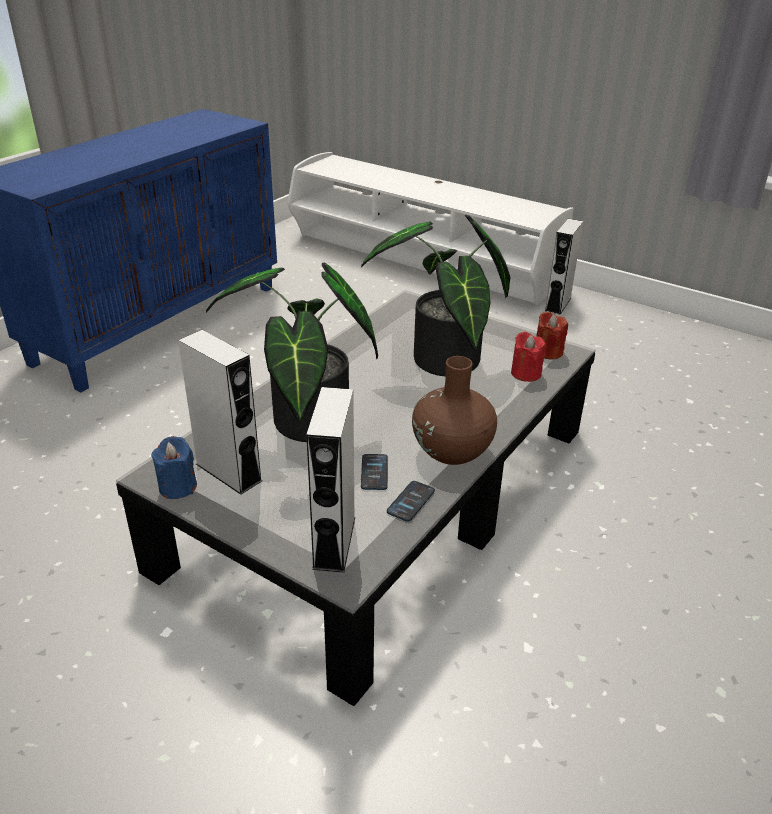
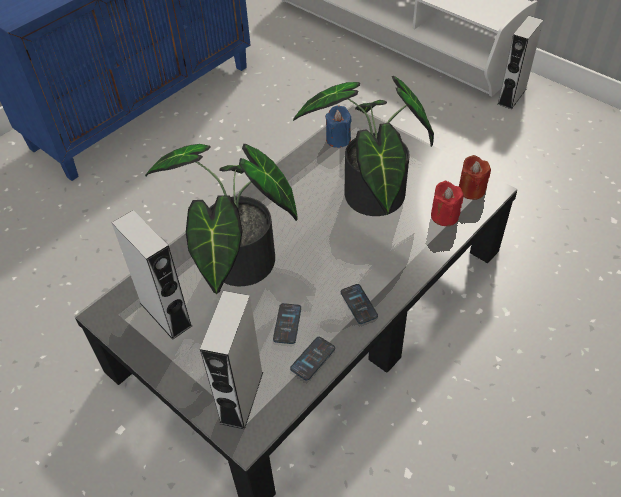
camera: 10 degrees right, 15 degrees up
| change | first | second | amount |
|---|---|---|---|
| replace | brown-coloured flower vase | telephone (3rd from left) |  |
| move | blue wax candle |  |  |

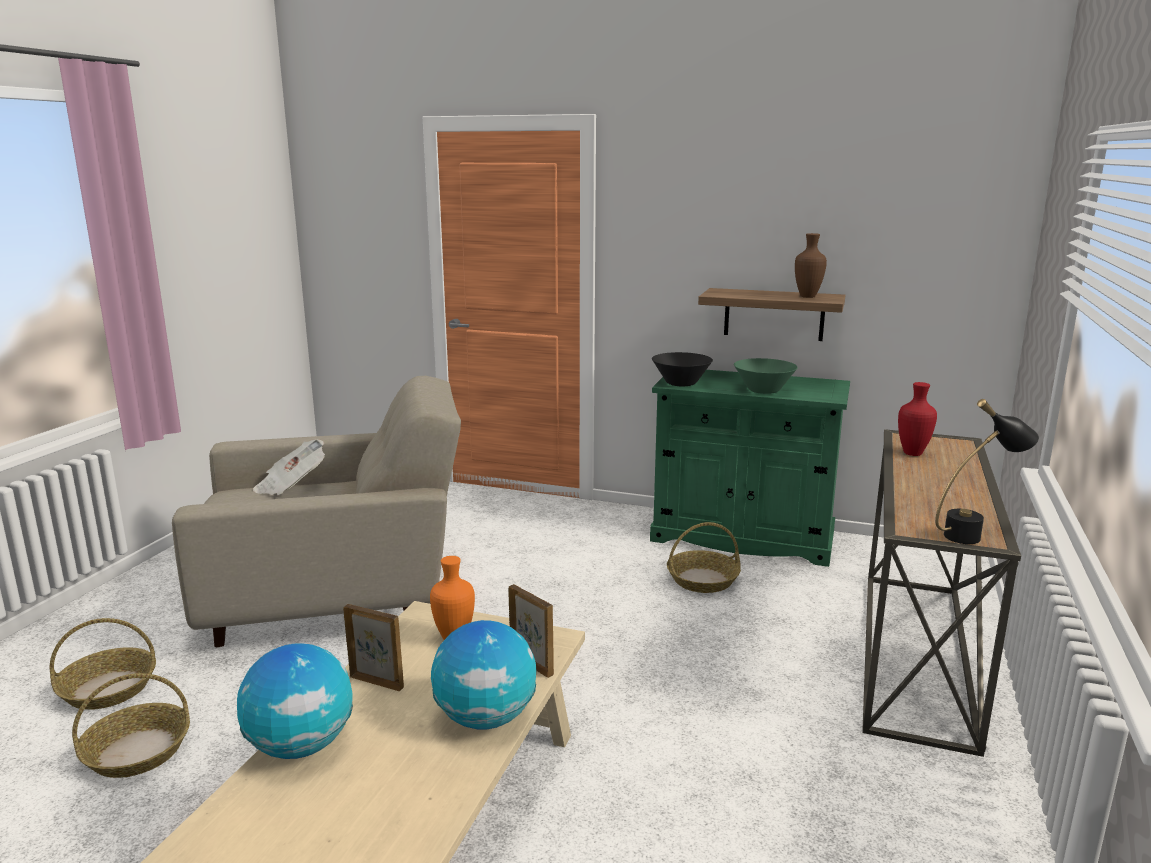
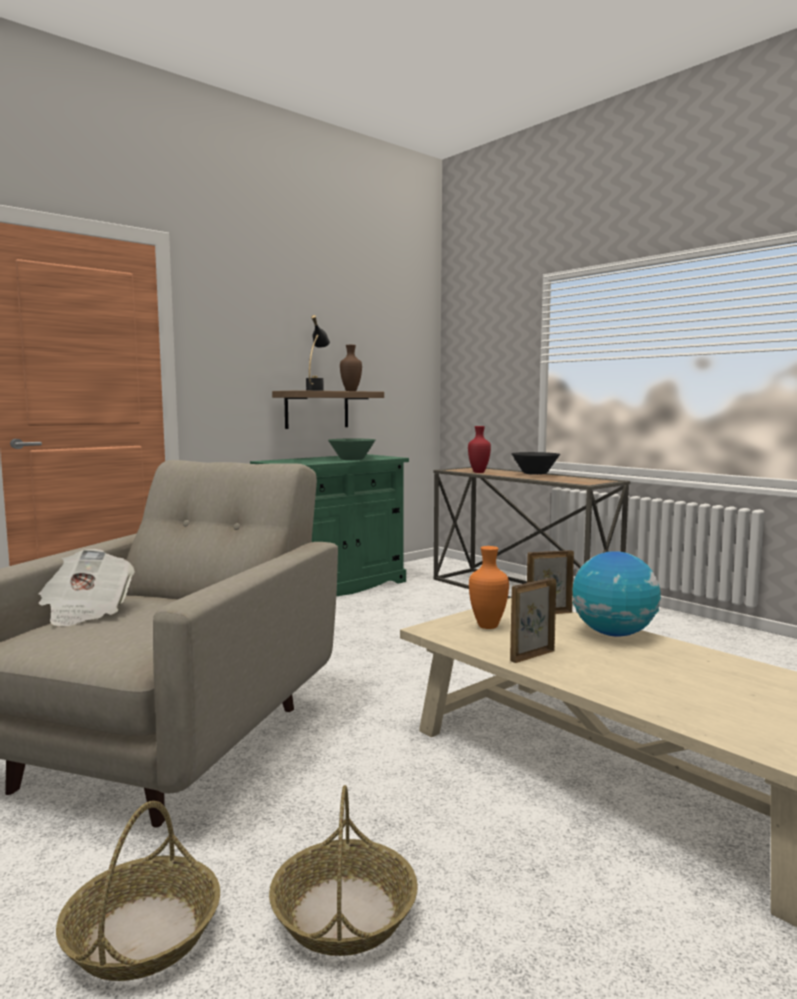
camera: 60 degrees left, 10 degrees down
| change | first | second | amount |
|---|---|---|---|
| move | black-coloured serving bowl |  |  |
| move | black-coloured lamp for a table |  |  |
| delete | storage basket (3rd from left) |  |  |
| delete | desk globe (1st from left) |  |  |

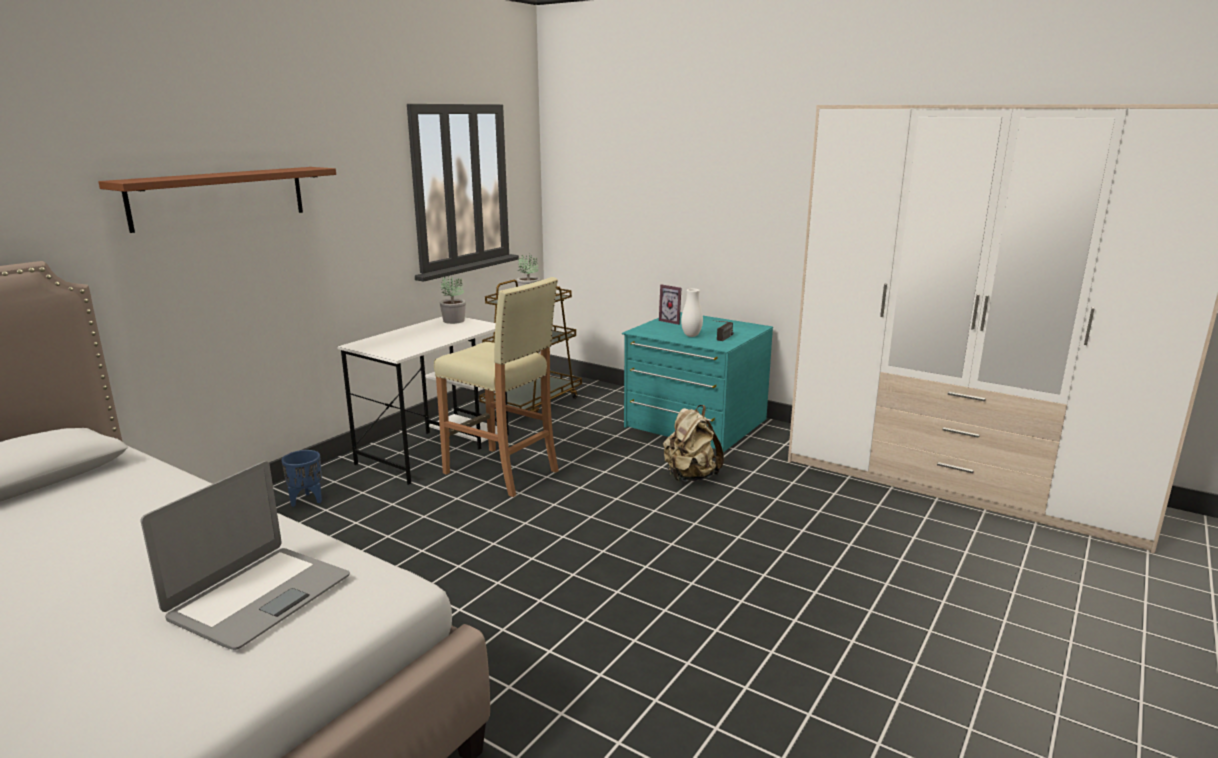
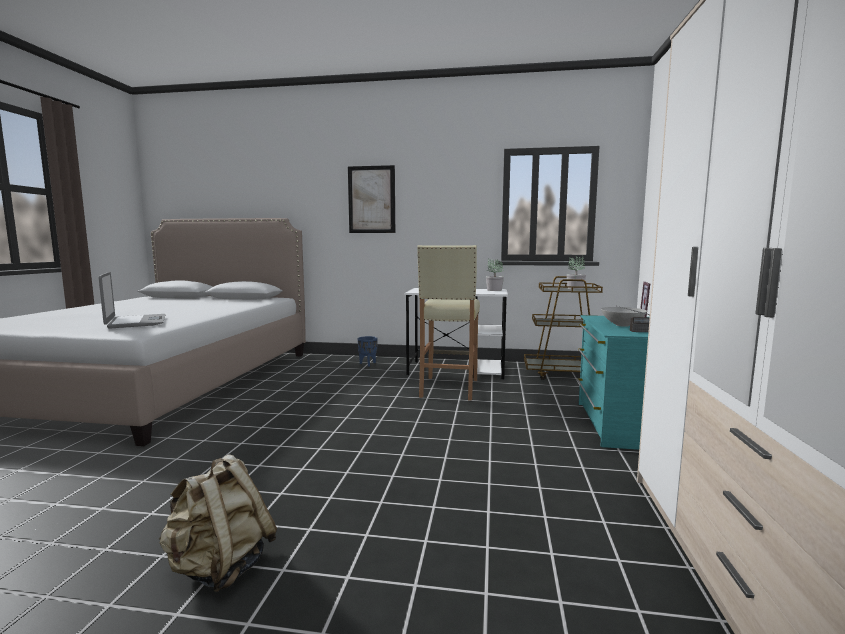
camera: 65 degrees right, 10 degrees down
| change | first | second | amount |
|---|---|---|---|
| replace | brown-coloured shelf | wall art |  |
| replace | whitish flower vase | gray serving bowl |  |
| move | beige-coloured rucksack |  |  |
| rotate | notebook computer |  | 120 degrees counterclockwise |

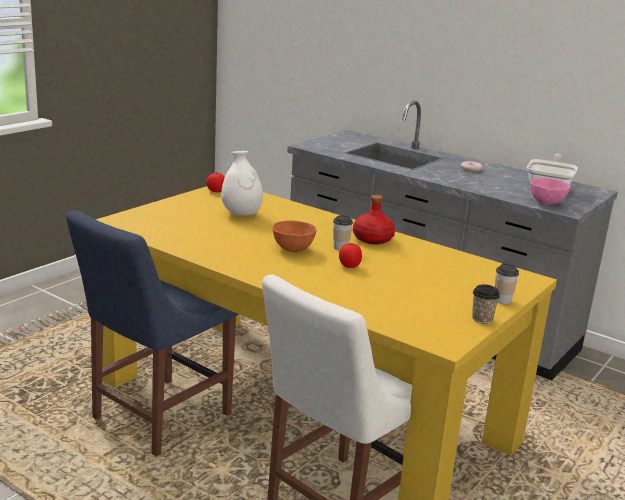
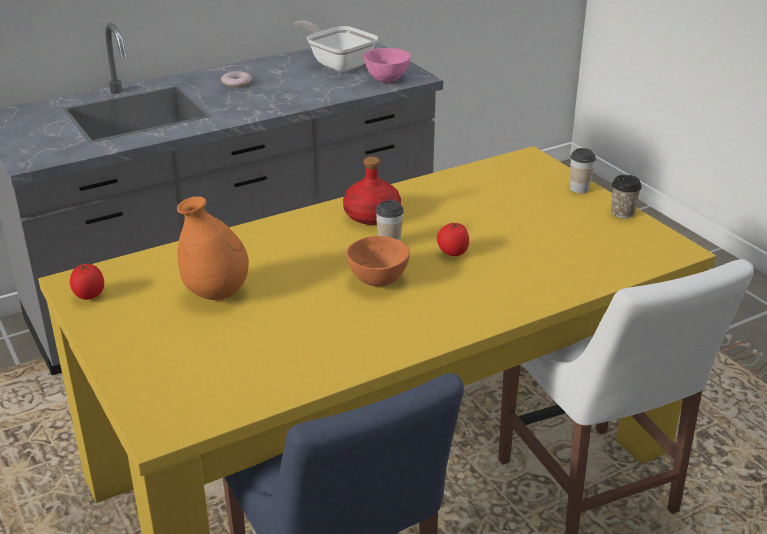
camera: 65 degrees left, 10 degrees up
| change | first | second | amount |
|---|---|---|---|
| recolor | whitish flower vase | orangey flower vase |  |

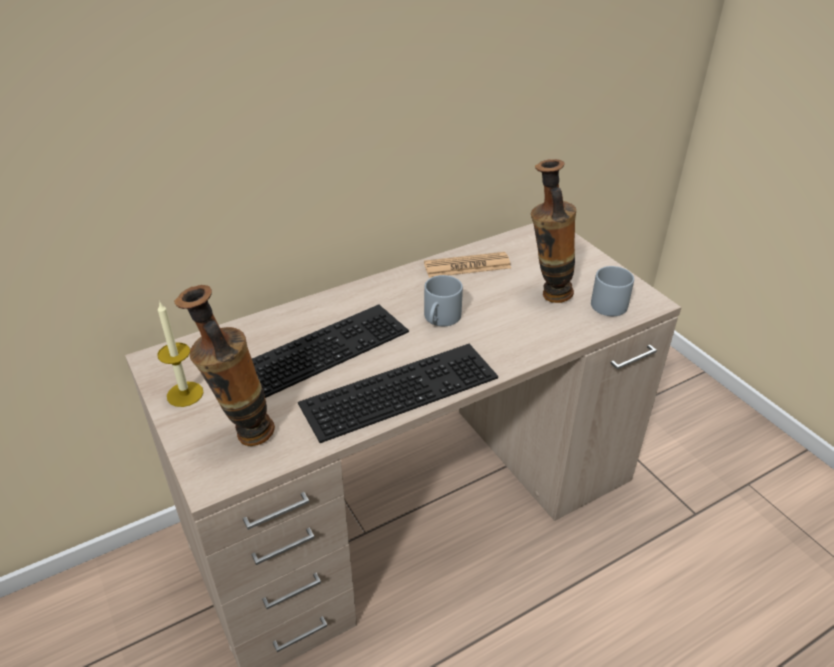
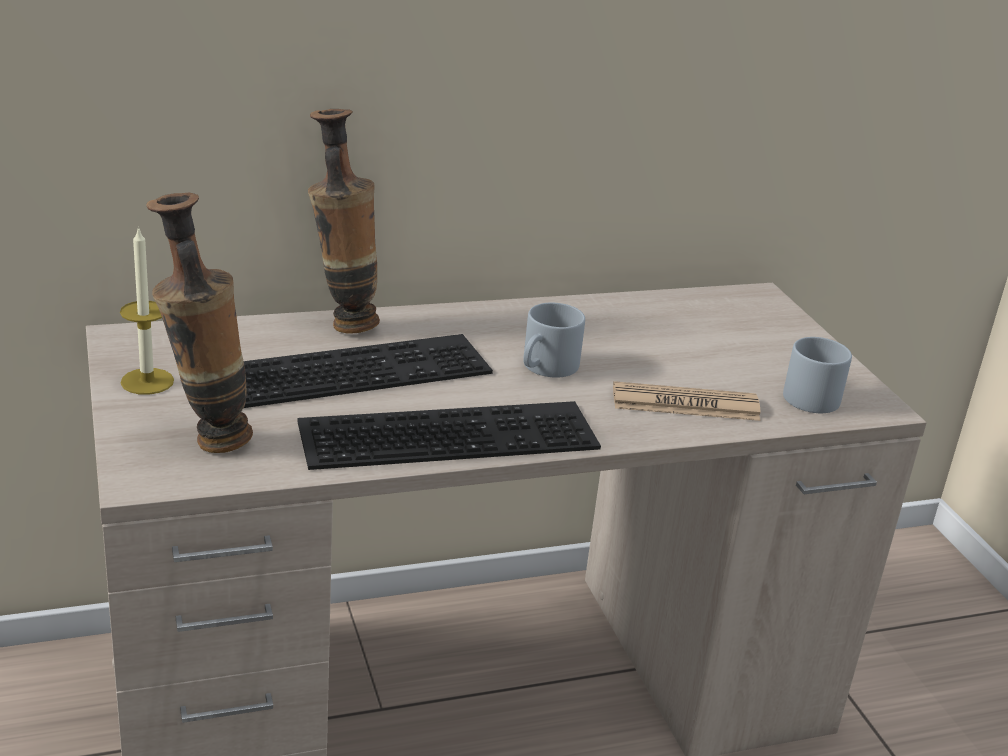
camera: 10 degrees right, 10 degrees down
| change | first | second | amount |
|---|---|---|---|
| move | flower vase (2nd from left) |  |  |
| move | daily paper |  |  |

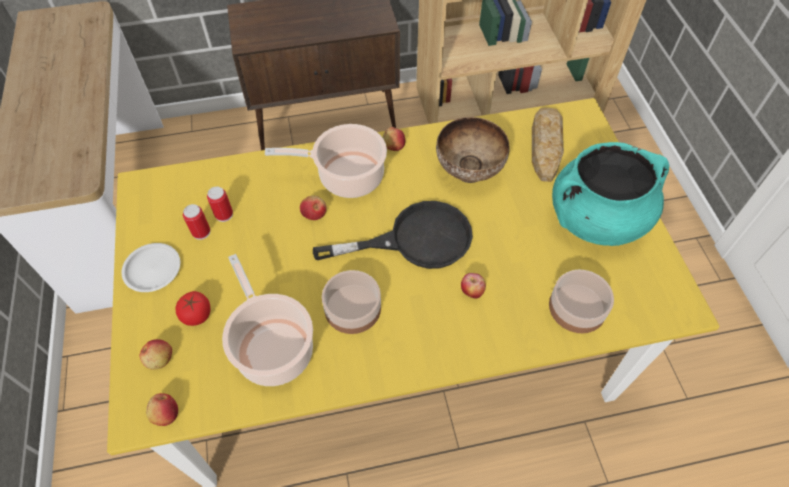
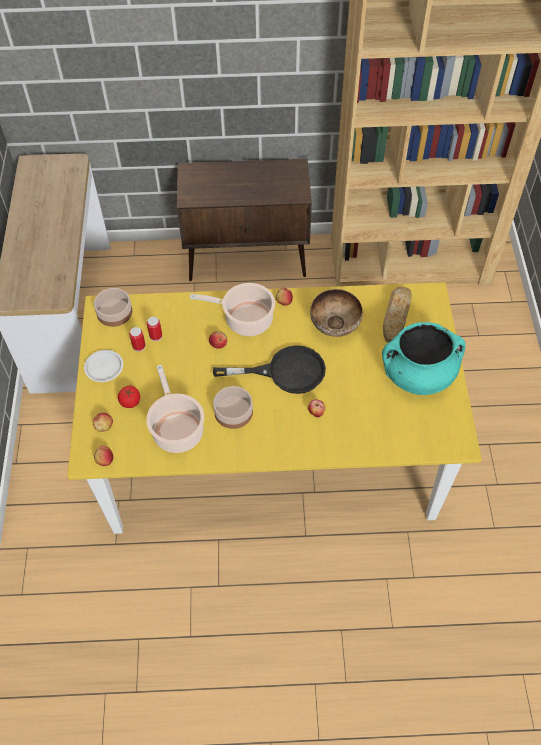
camera: 10 degrees right, 0 degrees up
| change | first | second | amount |
|---|---|---|---|
| move | serving bowl (3rd from left in the first image) | serving bowl (1st from left) |  |

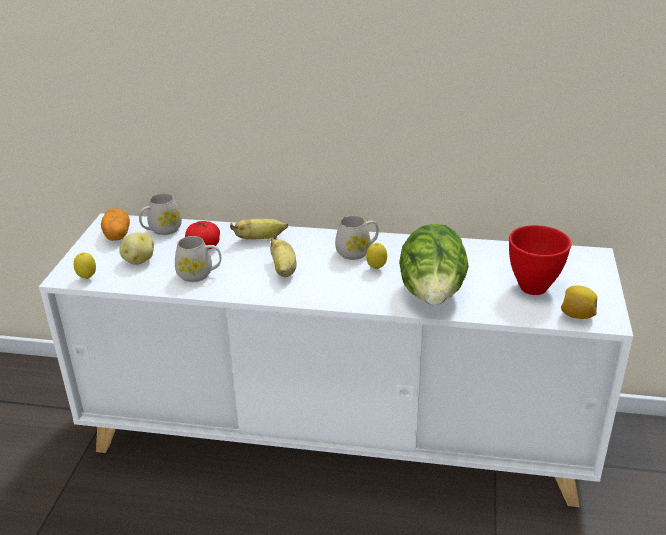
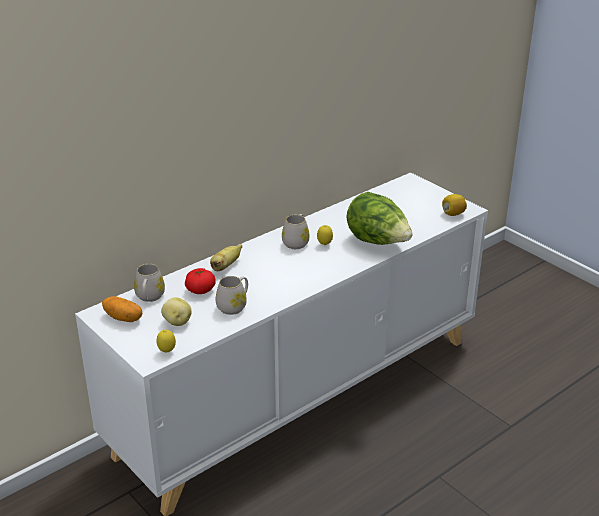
camera: 50 degrees left, 0 degrees up
| change | first | second | amount |
|---|---|---|---|
| delete | reddish serving bowl |  |  |
| delete | banana (2nd from left) |  |  |

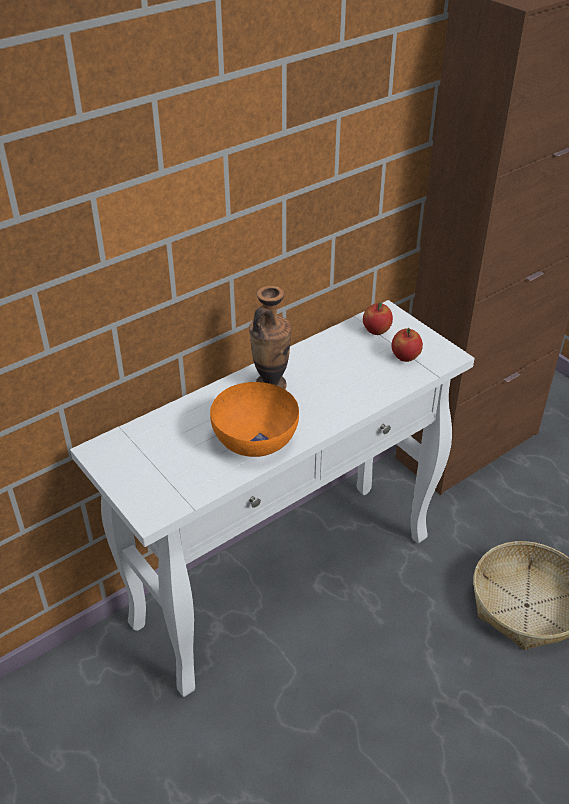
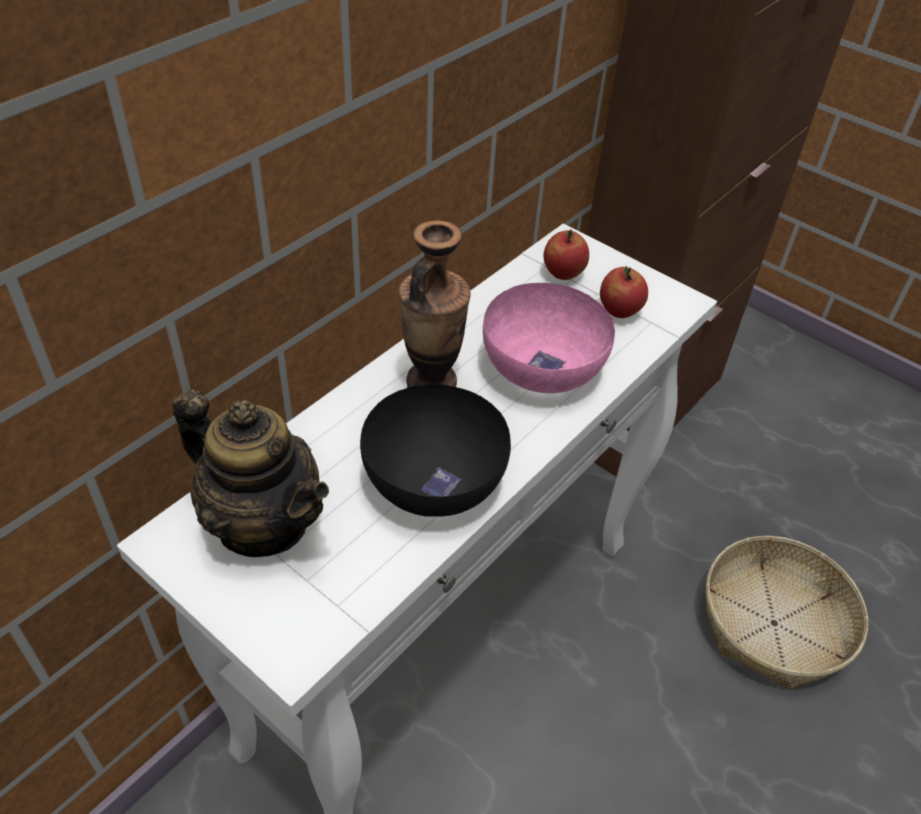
camera: 15 degrees left, 5 degrees up
| change | first | second | amount |
|---|---|---|---|
| recolor | orangey serving bowl | black-coloured serving bowl |  |
| insert |  | pink serving bowl |  |
| insert |  | tea pot |  |

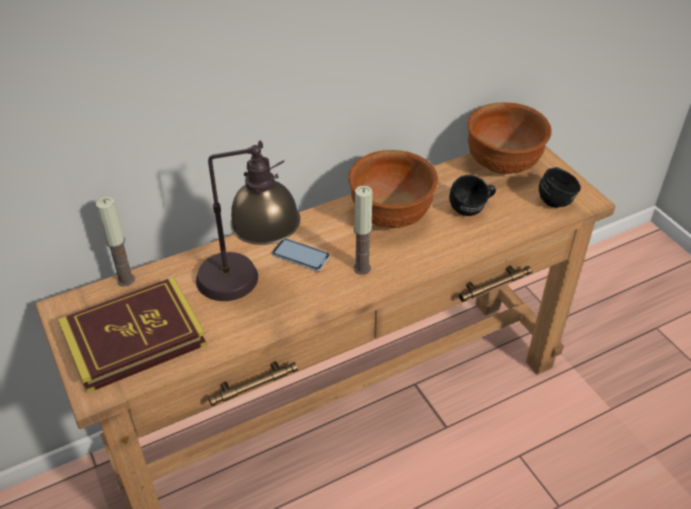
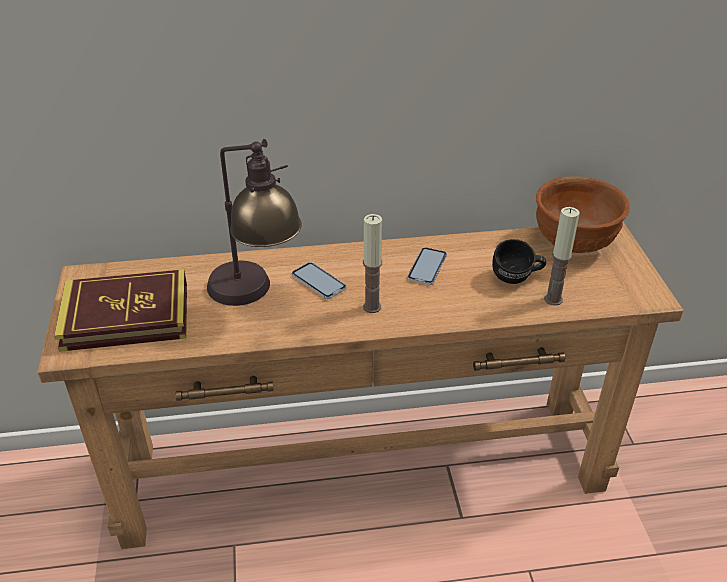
camera: 20 degrees right, 5 degrees down
| change | first | second | amount |
|---|---|---|---|
| replace | brown-coloured serving bowl (1st from left) | telephone (2nd from left) |  |
| delete | black-coloured coffee mug (2nd from left) |  |  |
| move | wax candle (1st from left in the first image) | wax candle (2nd from left) |  |

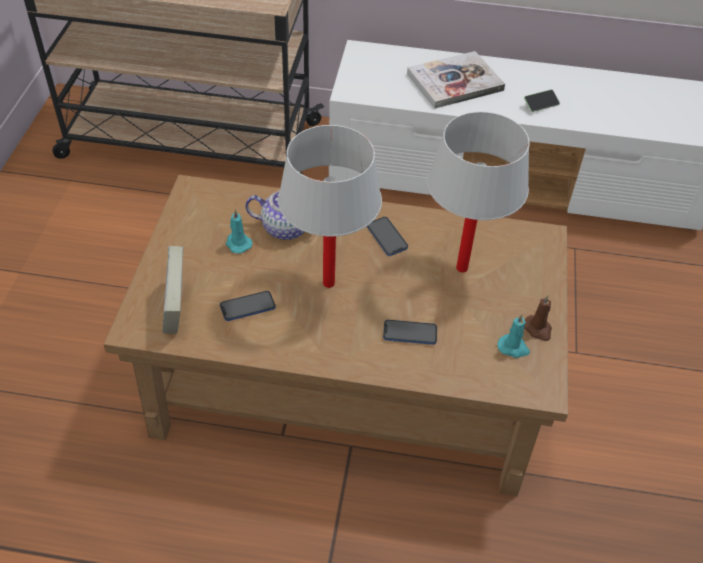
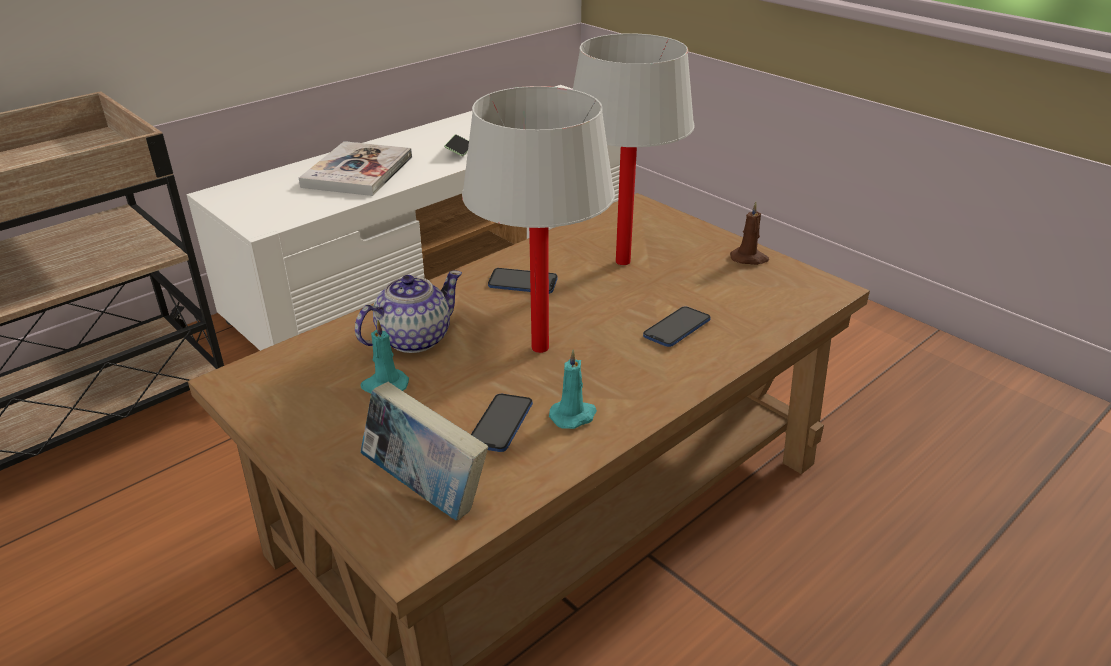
camera: 50 degrees left, 15 degrees down
| change | first | second | amount |
|---|---|---|---|
| move | blue-green wax candle (2nd from left) |  |  |

